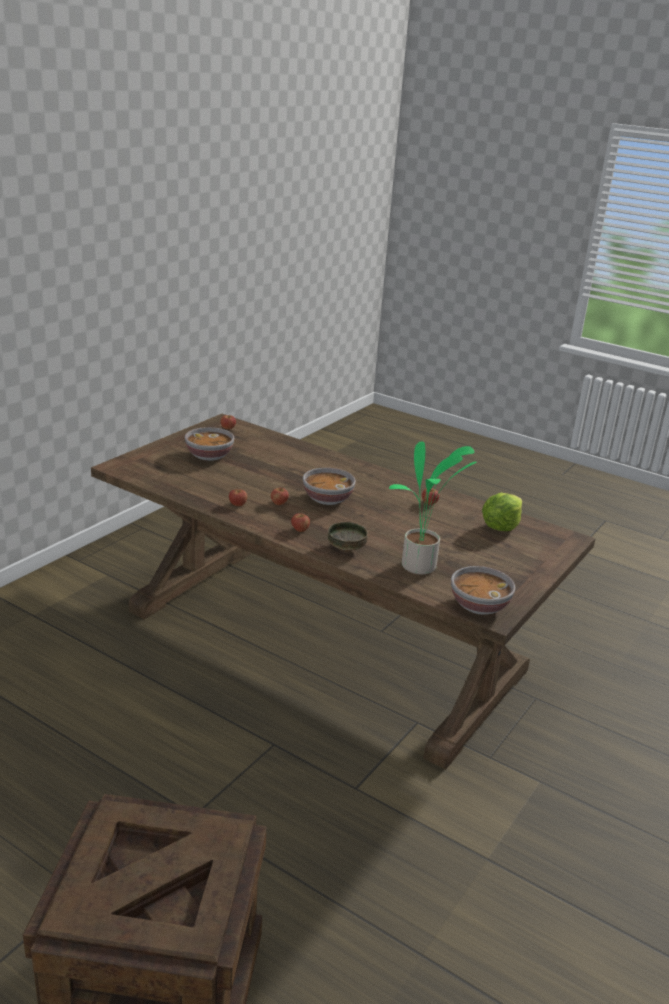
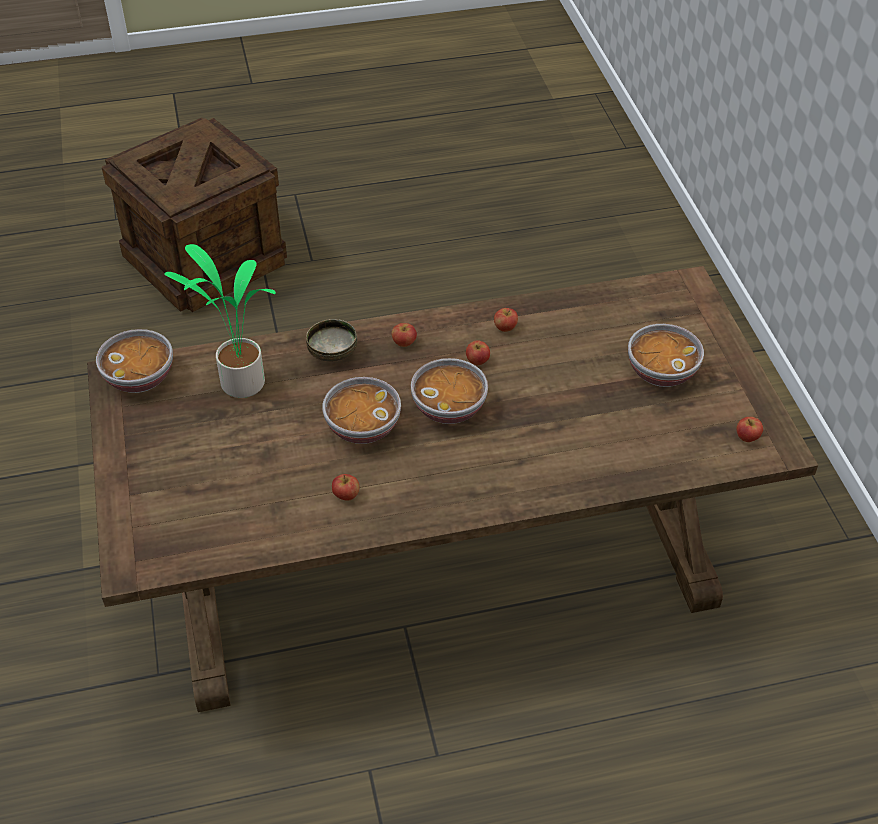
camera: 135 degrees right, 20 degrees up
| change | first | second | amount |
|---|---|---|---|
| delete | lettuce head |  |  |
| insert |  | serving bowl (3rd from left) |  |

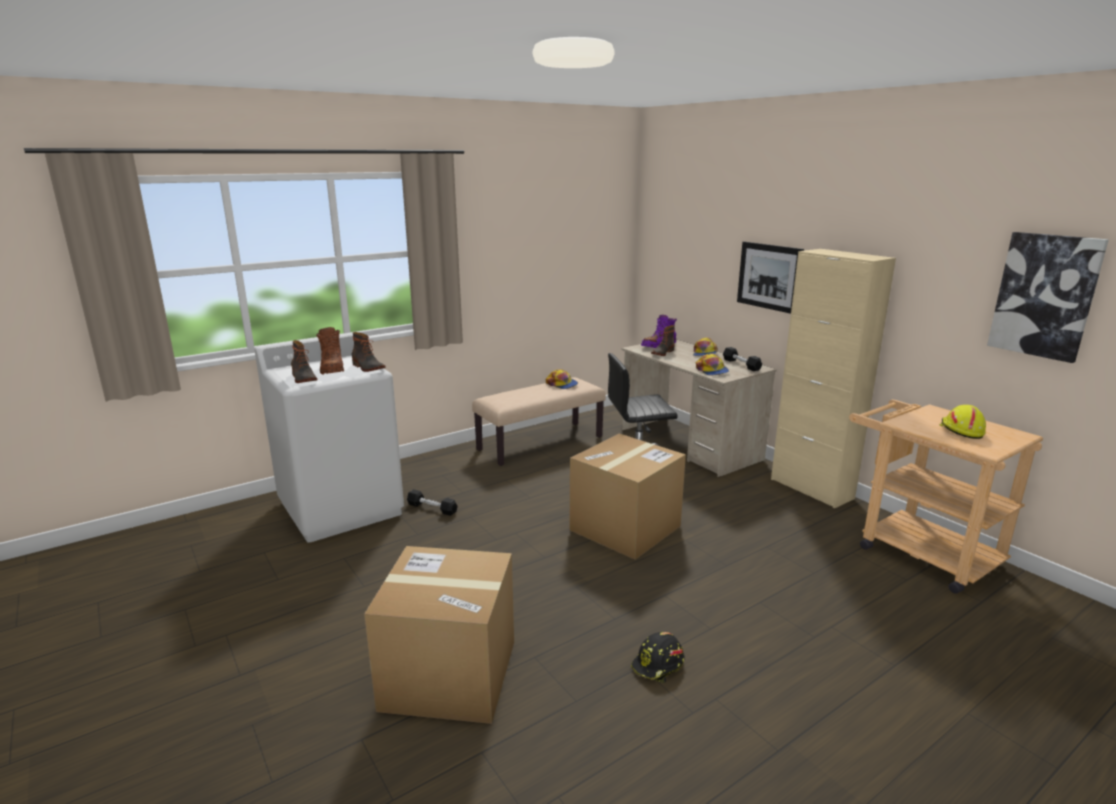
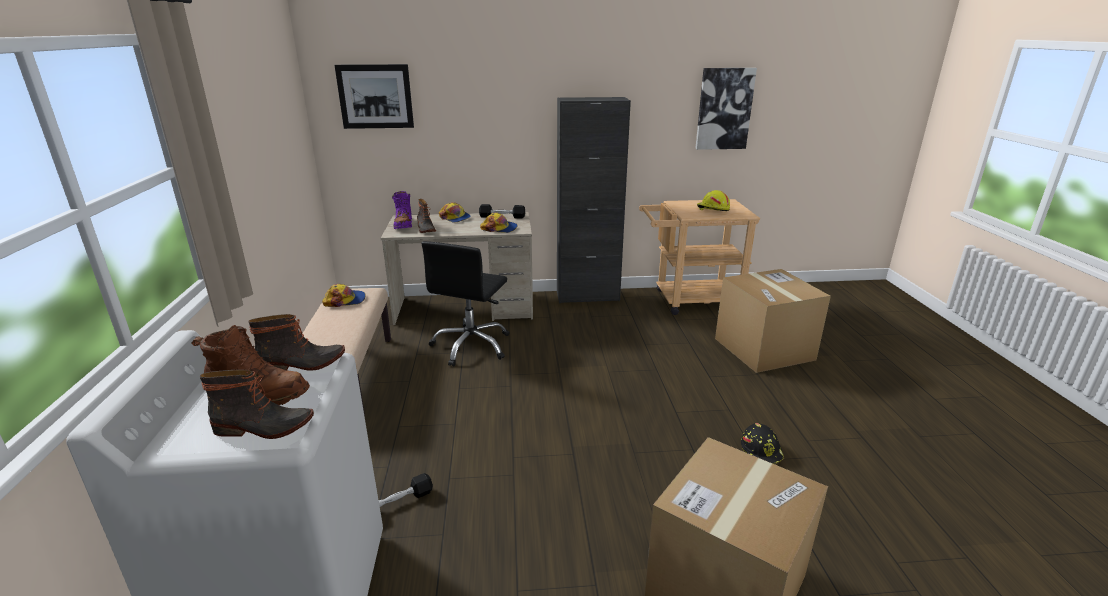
camera: 60 degrees left, 5 degrees up
| change | first | second | amount |
|---|---|---|---|
| move | wall art (1st from left) |  |  |
| recolor | beige-coloured storage cabinet | black-coloured storage cabinet |  |
| move | carton (2nd from left) |  |  |

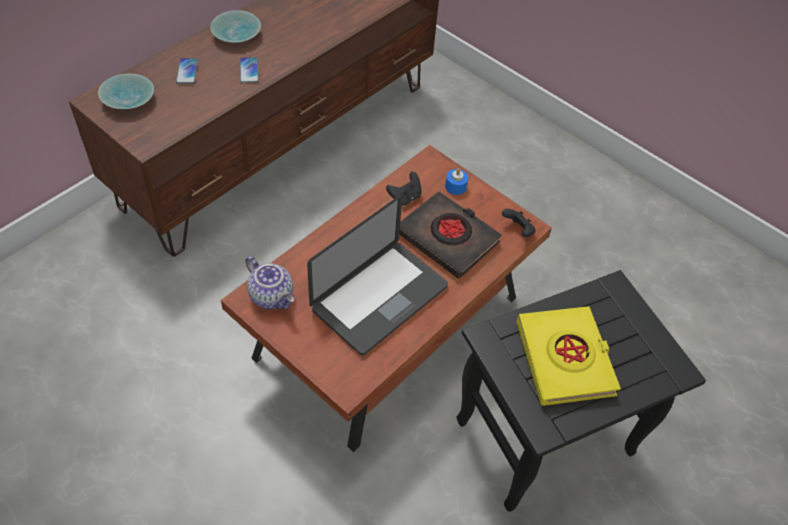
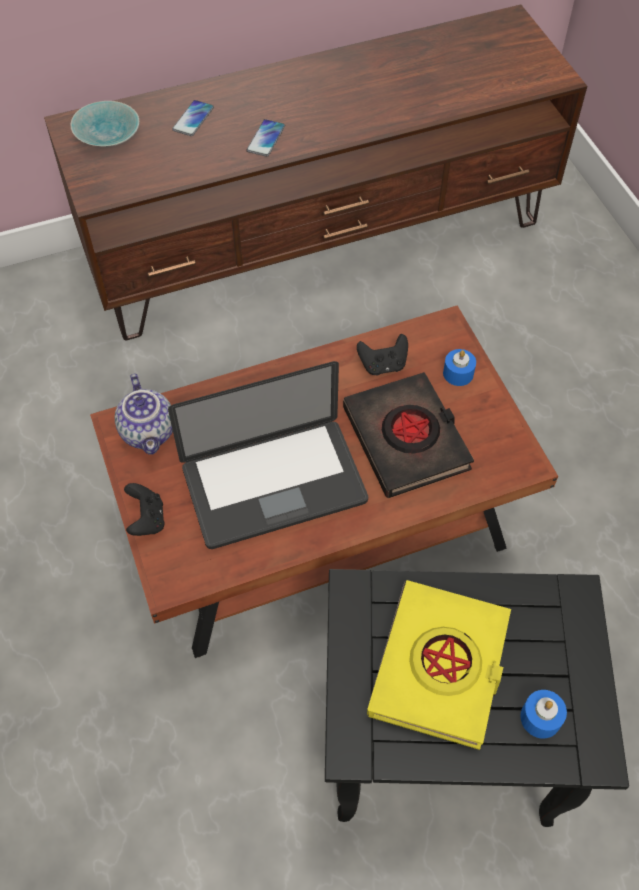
camera: 30 degrees right, 5 degrees up
| change | first | second | amount |
|---|---|---|---|
| delete | blue-green serving bowl (2nd from left) |  |  |
| move | black-coloured game controller (2nd from left in the first image) | black-coloured game controller (1st from left) |  |
| insert |  | blue wax candle (2nd from left) |  |

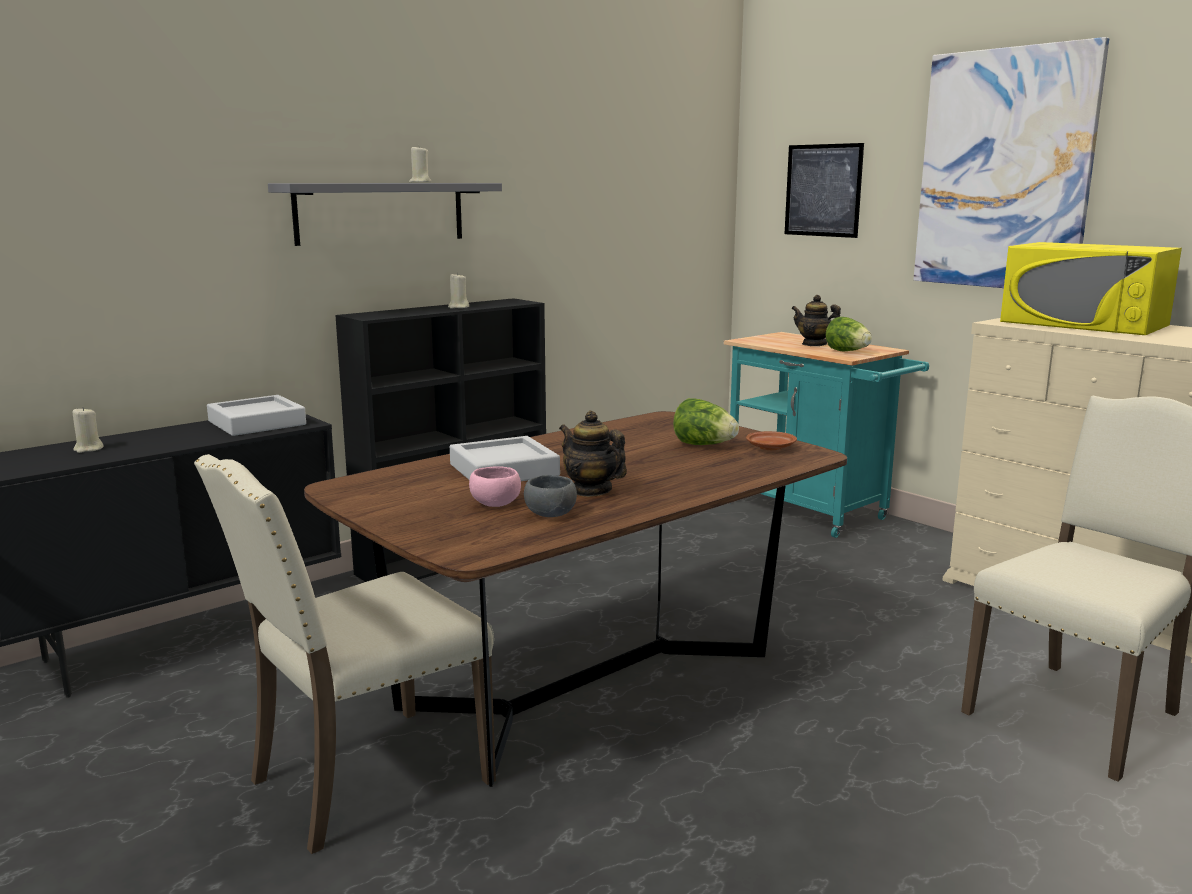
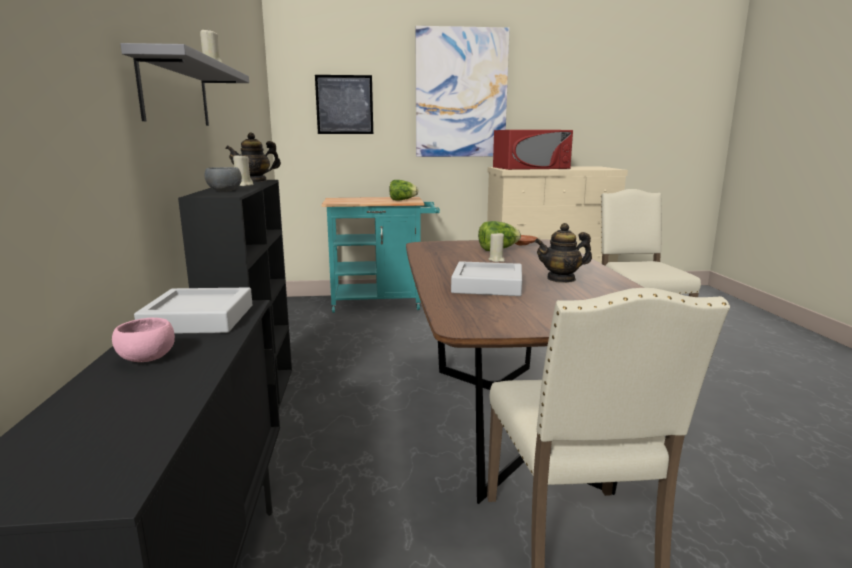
camera: 55 degrees left, 0 degrees up
| change | first | second | amount |
|---|---|---|---|
| recolor | yellowish microwave | reddish microwave |  |
| move | tea pot (2nd from left in the first image) | tea pot (1st from left) |  |
| move | beige-coloured wax candle (1st from left in the first image) | beige-coloured wax candle (3rd from left) |  |
| move | pink serving bowl |  |  |
| move | gray serving bowl |  |  |

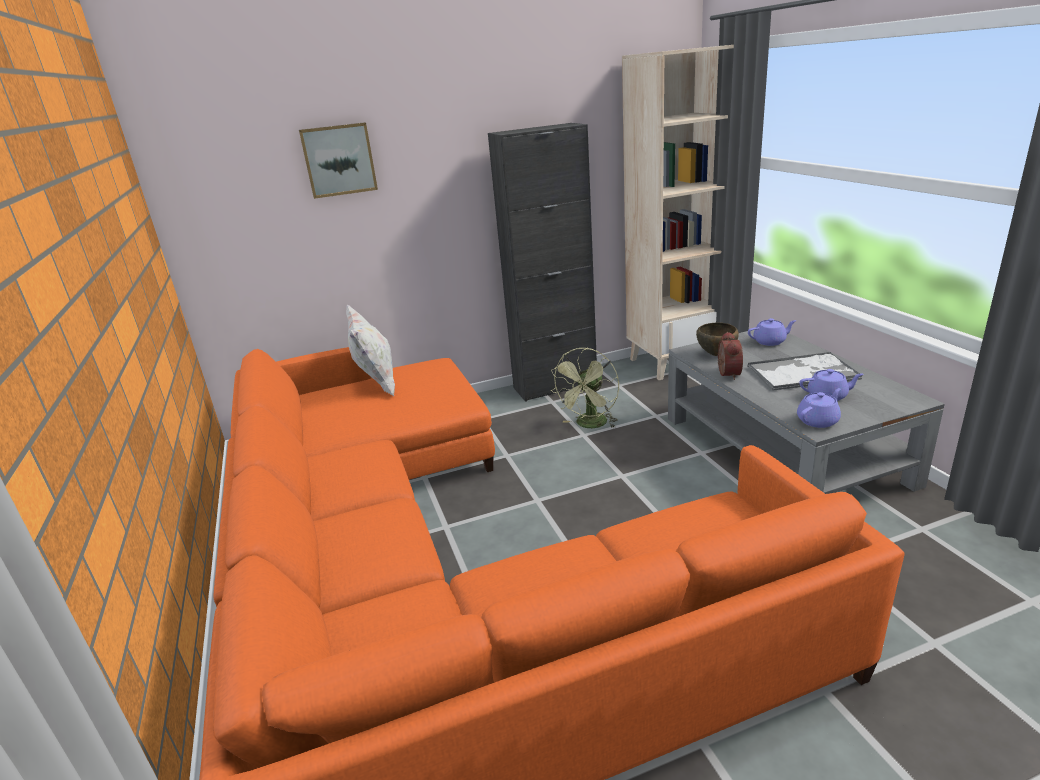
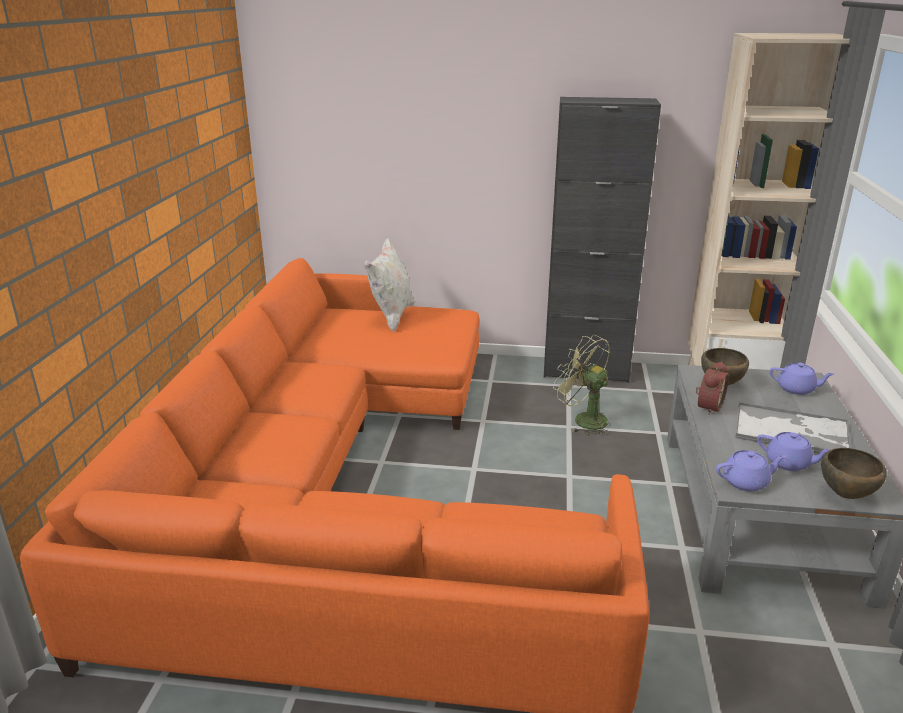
camera: 25 degrees right, 0 degrees up
| change | first | second | amount |
|---|---|---|---|
| delete | wall art |  |  |
| rotate | greenish cooling fan |  | 75 degrees clockwise |
| insert |  | brown-coloured serving bowl (2nd from left) |  |

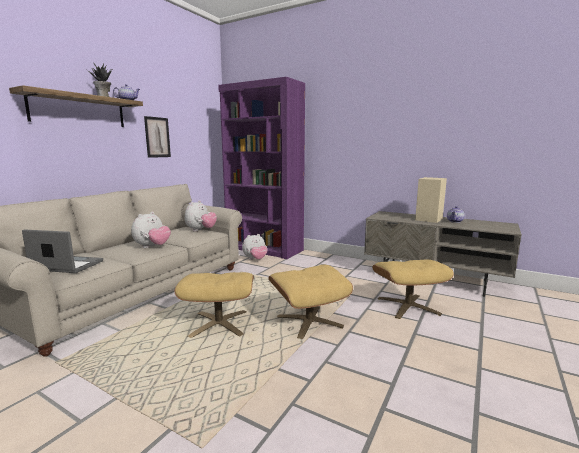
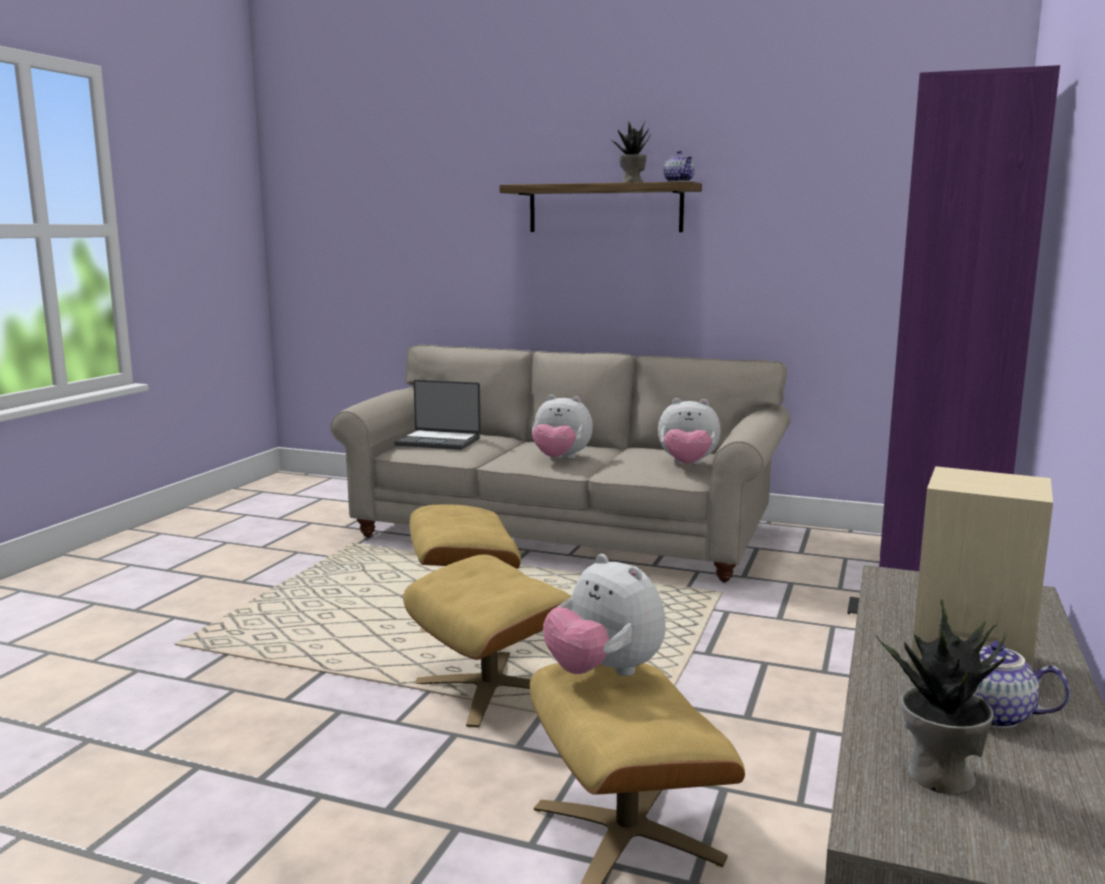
camera: 80 degrees right, 0 degrees up
| change | first | second | amount |
|---|---|---|---|
| delete | wall art |  |  |
| rotate | notebook computer |  | 105 degrees clockwise |
| move | plush toy (3rd from left in the first image) | plush toy (2nd from left) |  |
| insert |  | houseplant (2nd from left) |  |

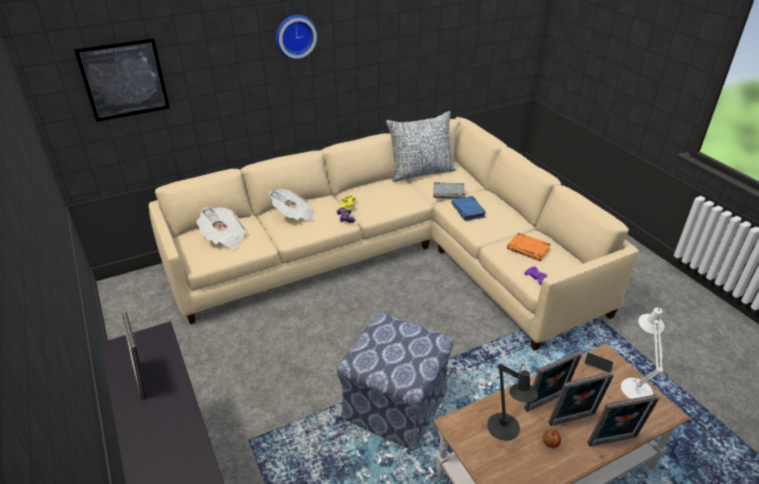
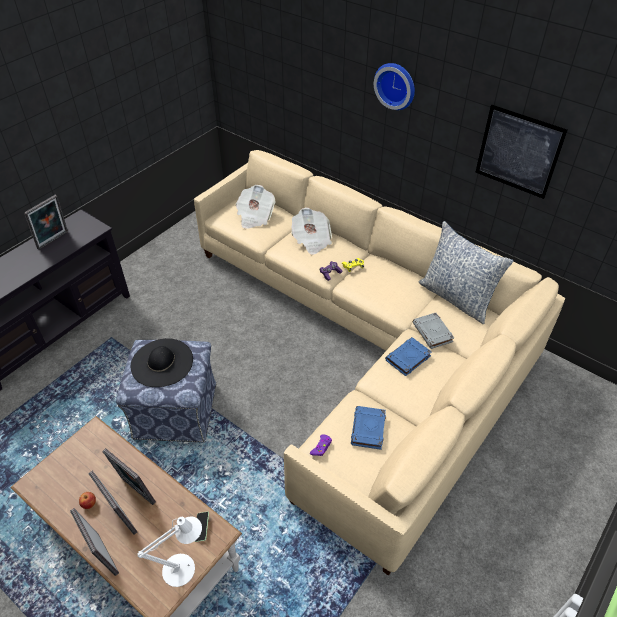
camera: 65 degrees right, 10 degrees up
| change | first | second | amount |
|---|---|---|---|
| move | wall art |  |  |
| recolor | orangey book | blue book (1st from left) |  |
| delete | black-coloured lamp for a table |  |  |
| insert |  | black-coloured wearable hat |  |

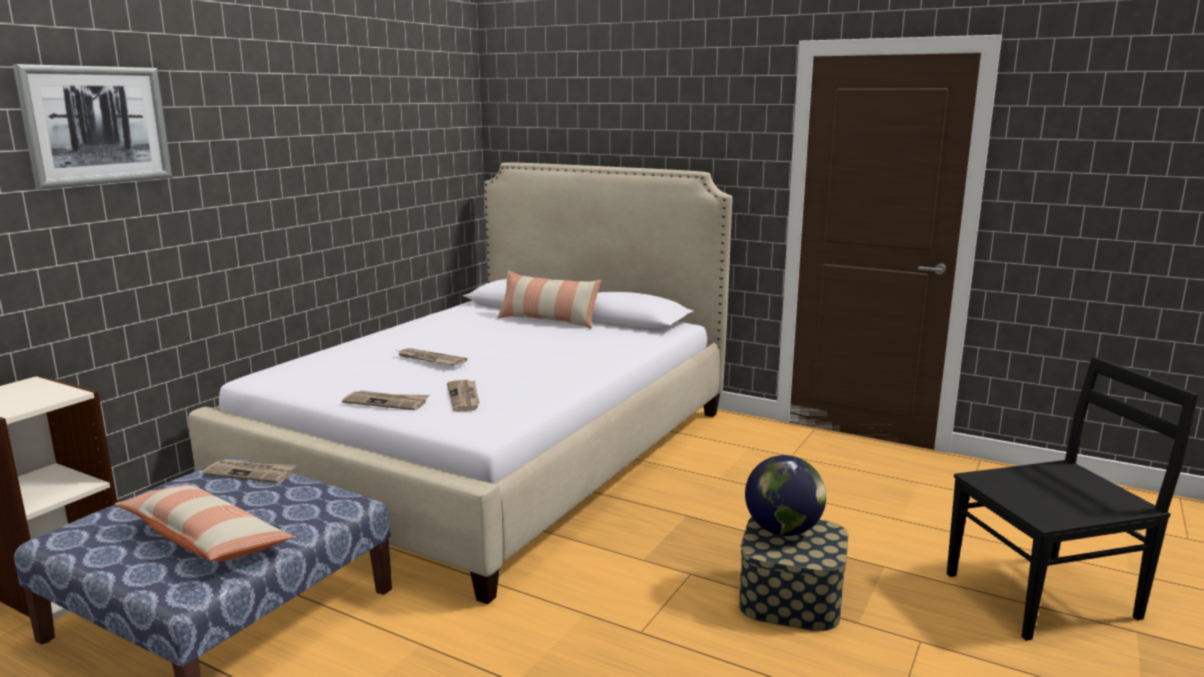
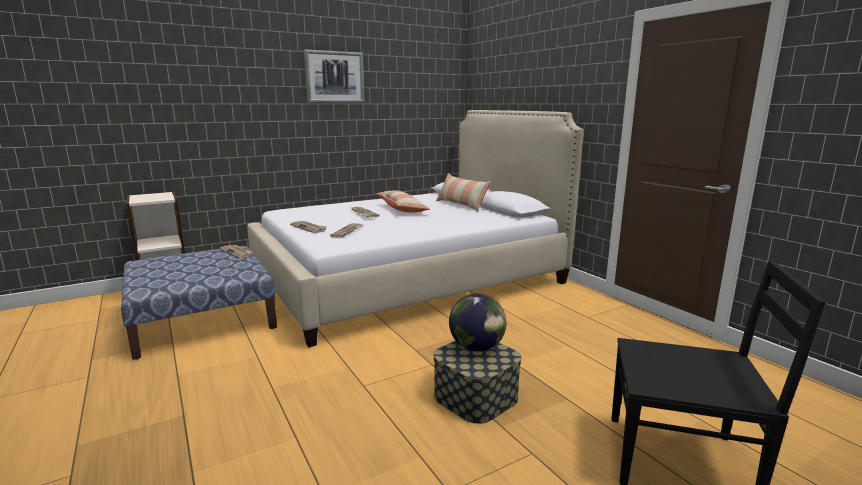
camera: 30 degrees right, 0 degrees up
| change | first | second | amount |
|---|---|---|---|
| move | wall art |  |  |
| move | throw pillow (1st from left) |  |  |

